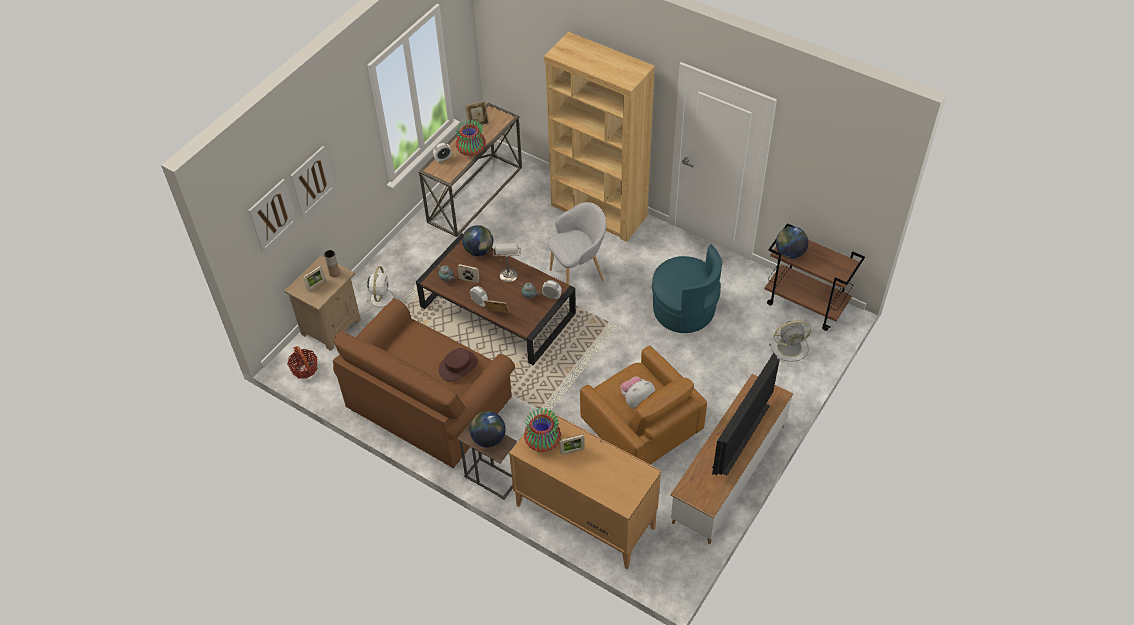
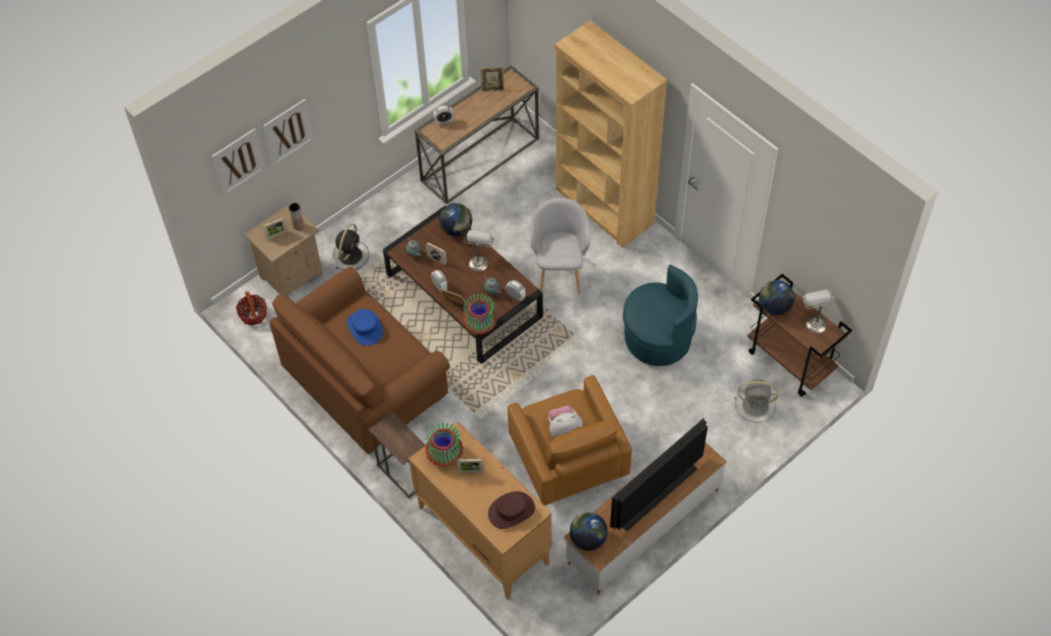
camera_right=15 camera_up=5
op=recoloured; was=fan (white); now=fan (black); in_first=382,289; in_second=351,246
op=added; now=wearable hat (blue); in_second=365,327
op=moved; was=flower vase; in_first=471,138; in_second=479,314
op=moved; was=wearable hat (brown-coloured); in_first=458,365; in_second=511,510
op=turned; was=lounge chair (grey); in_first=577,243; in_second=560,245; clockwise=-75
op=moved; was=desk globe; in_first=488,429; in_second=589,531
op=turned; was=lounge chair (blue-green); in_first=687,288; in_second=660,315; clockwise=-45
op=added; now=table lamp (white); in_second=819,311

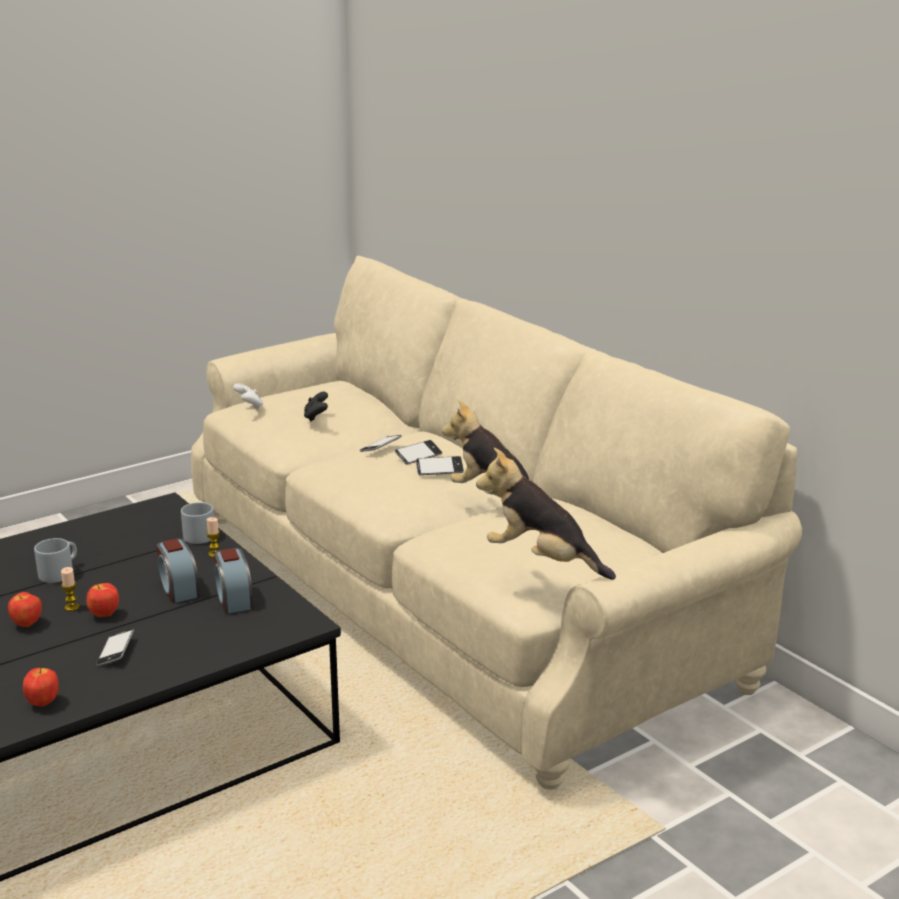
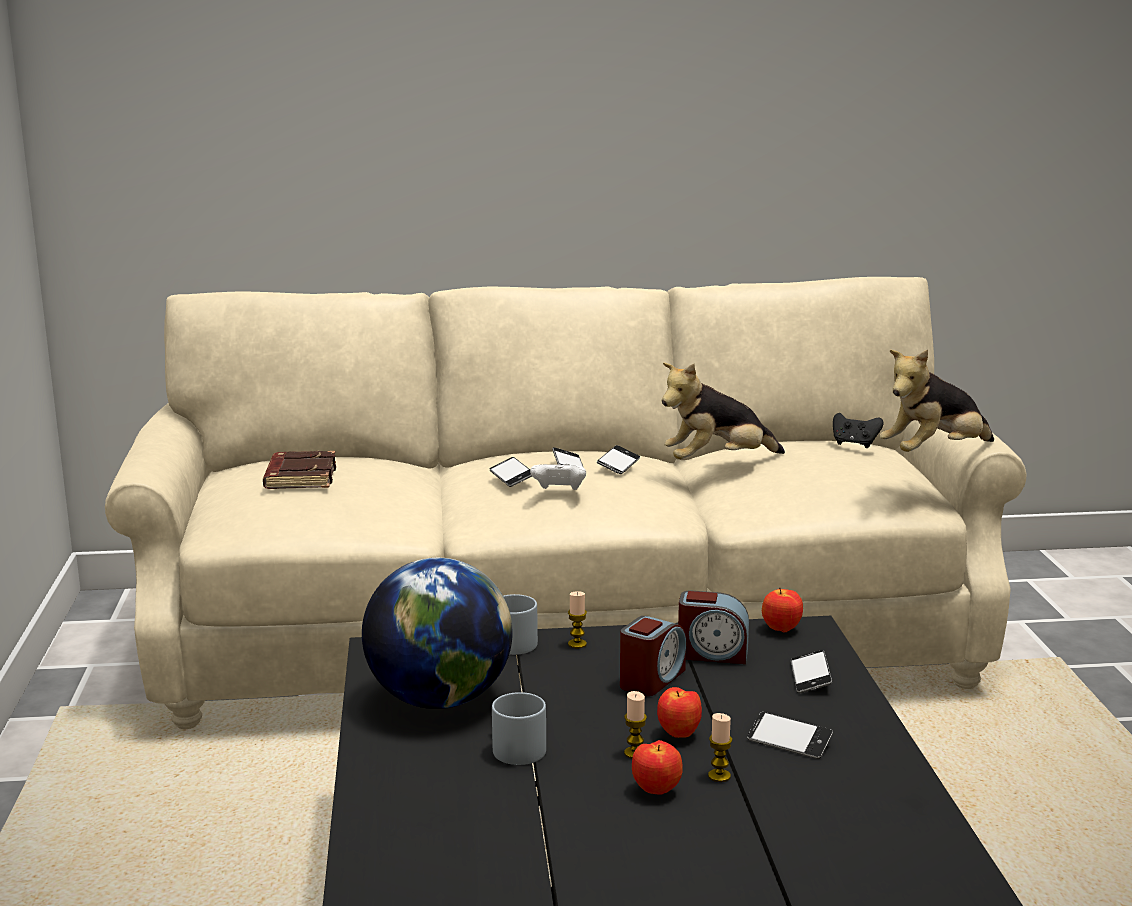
camera_right=-60 camera_up=-5
op=added; now=book (brown-coloured); in_second=299,470
op=added; now=desk globe; in_second=437,633
op=moved; was=game controller (white); in_first=248,396; in_second=558,476
op=turned; was=bedside clock; in_first=178,571; in_second=653,656; clockwise=-60
op=added; now=candle; in_second=720,747
op=moved; was=apple fruit; in_first=41,687; in_second=782,610
op=added; now=telephone; in_second=811,671
op=moved; was=game controller (black); in_first=316,406; in_second=858,430

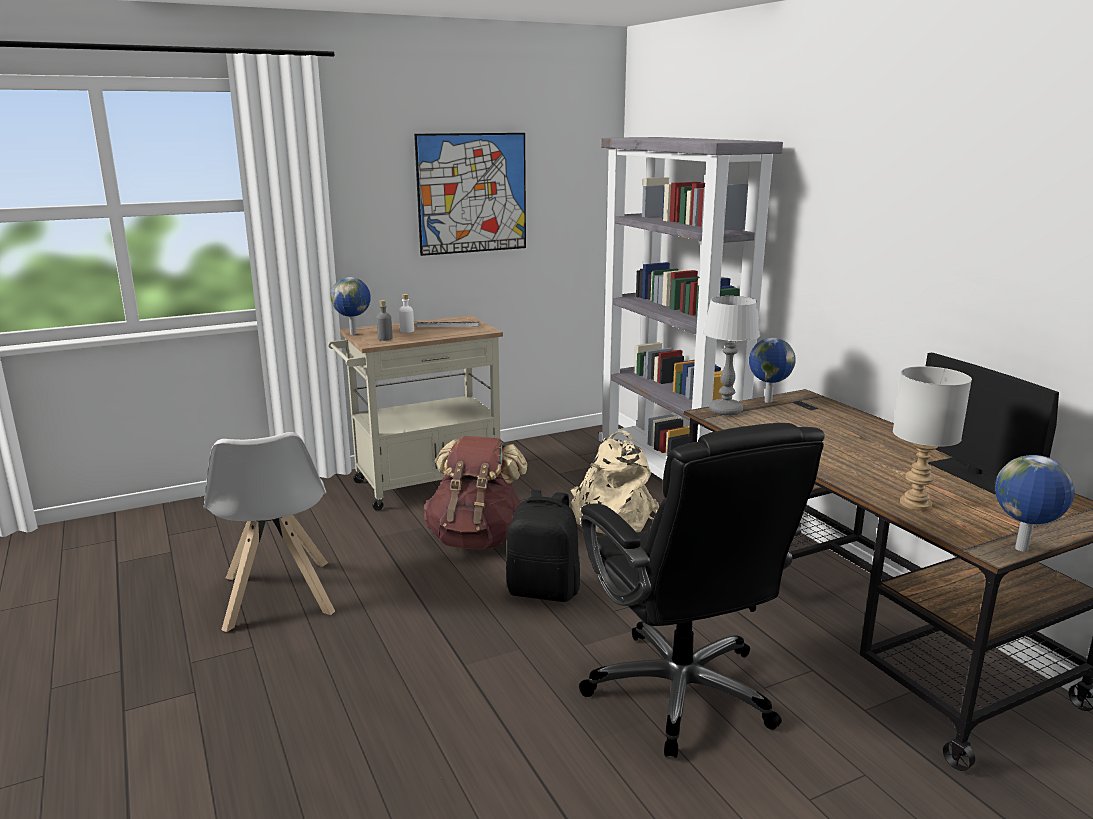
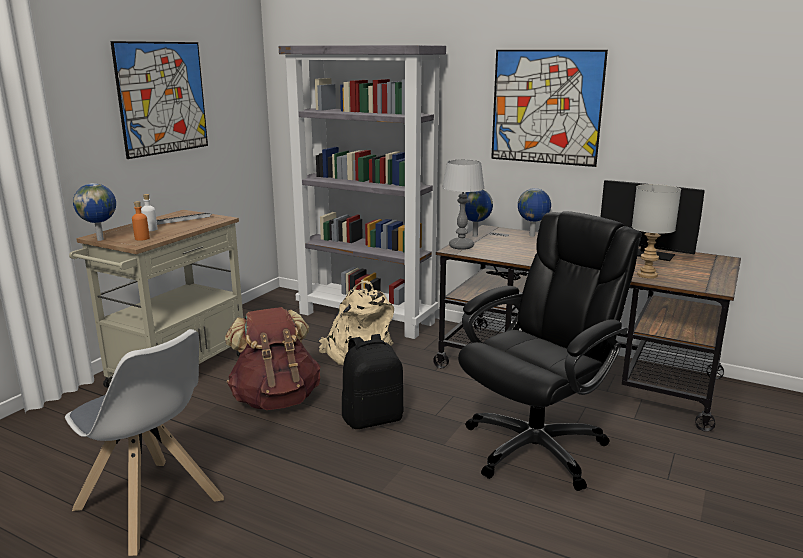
camera_right=-35 camera_up=0
op=recoloured; was=bottle (grey); now=bottle (orangey); in_first=384,320; in_second=141,221
op=turned; was=desk chair (black); in_first=702,590; in_second=550,351; clockwise=-75
op=added; now=picture; in_second=549,108
op=moved; was=desk globe; in_first=1035,503; in_second=534,212

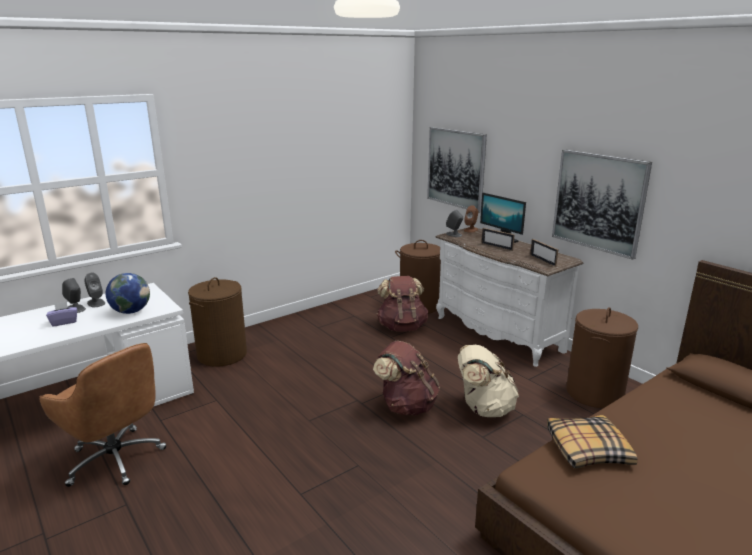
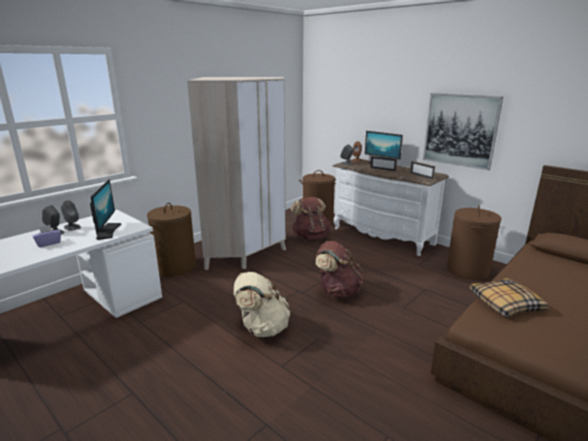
camera_right=-10 camera_up=0
op=replaced; was=desk globe; now=computer display; in_first=128,293; in_second=105,209
op=added; now=armoire (sand-coloured); in_second=236,173
op=moved; was=rucksack (sand-coloured); in_first=488,381; in_second=262,304
op=removed; was=desk chair (brown-coloured); in_first=102,415
op=removed; was=picture; in_first=457,170

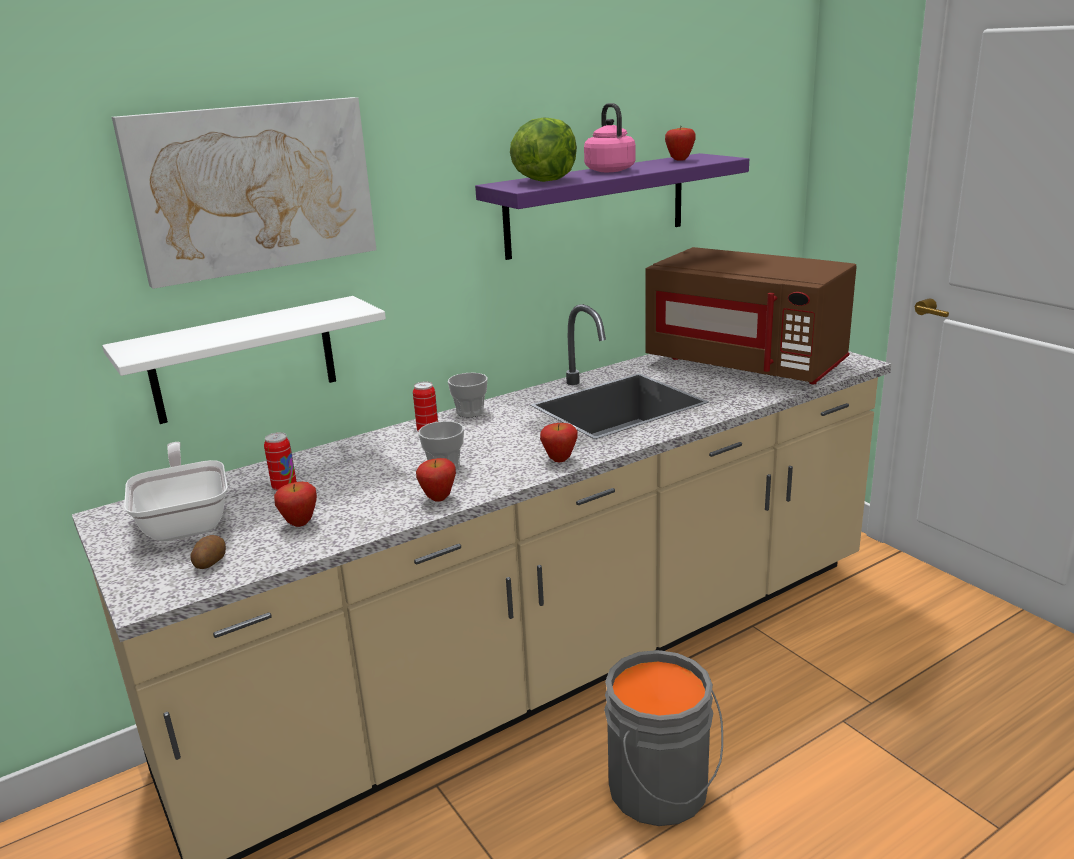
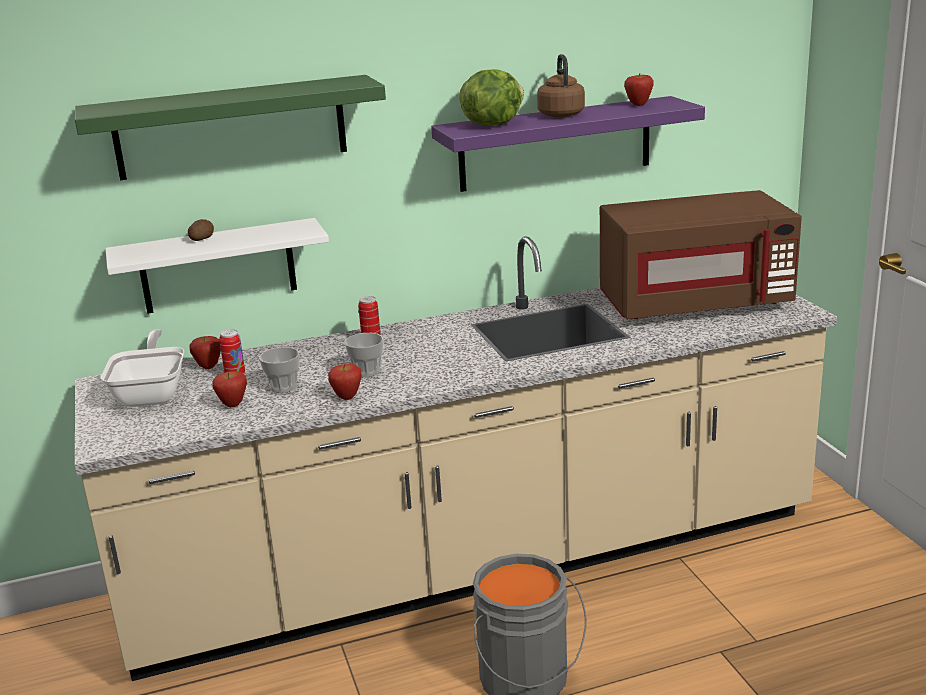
camera_right=15 camera_up=0
op=replaced; was=picture; now=bracket shelf (greenish); in_first=244,193; in_second=230,127
op=moved; was=potato; in_first=208,552; in_second=201,230
op=moved; was=apple fruit; in_first=559,442; in_second=205,352
op=moved; was=small cup; in_first=468,395; in_second=279,370
op=recoloured; was=tea kettle (pinkish); now=tea kettle (brown-coloured); in_first=609,137; in_second=561,86
op=turned; was=microwave (brown-coloured); in_first=751,315; in_second=701,254; clockwise=-60

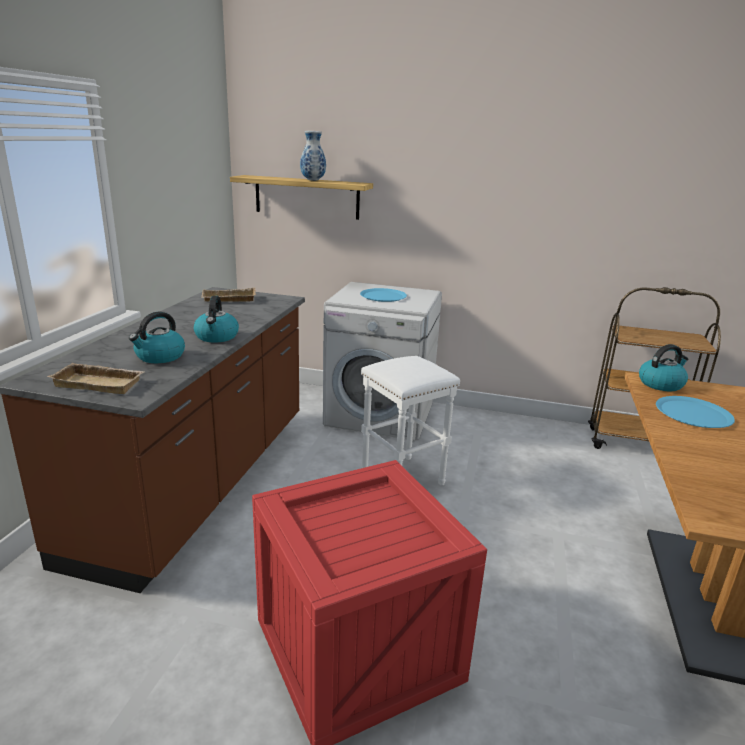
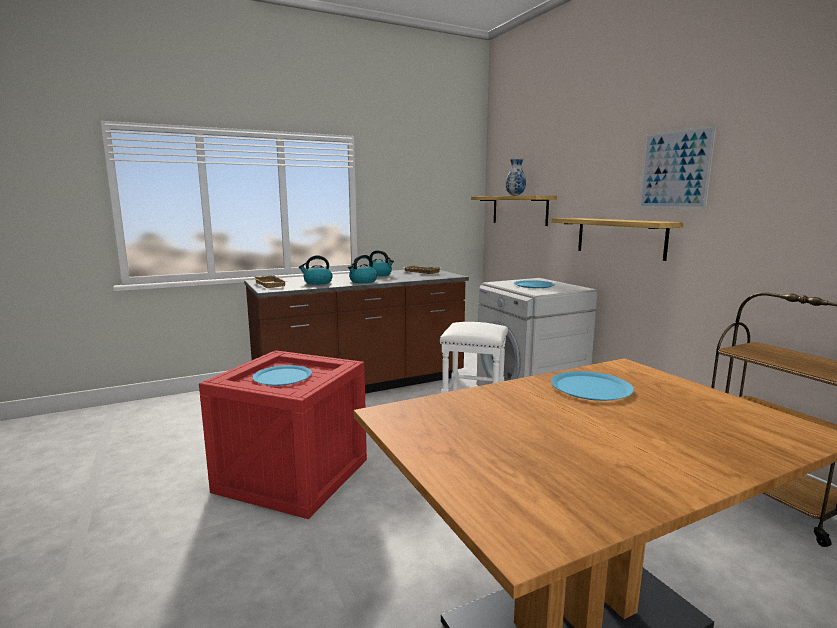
camera_right=50 camera_up=-10
op=added; now=dinner plate (blue); in_second=282,375
op=moved; was=tea kettle; in_first=664,367; in_second=381,263
op=added; now=bracket shelf; in_second=617,239
op=added; now=picture; in_second=677,167

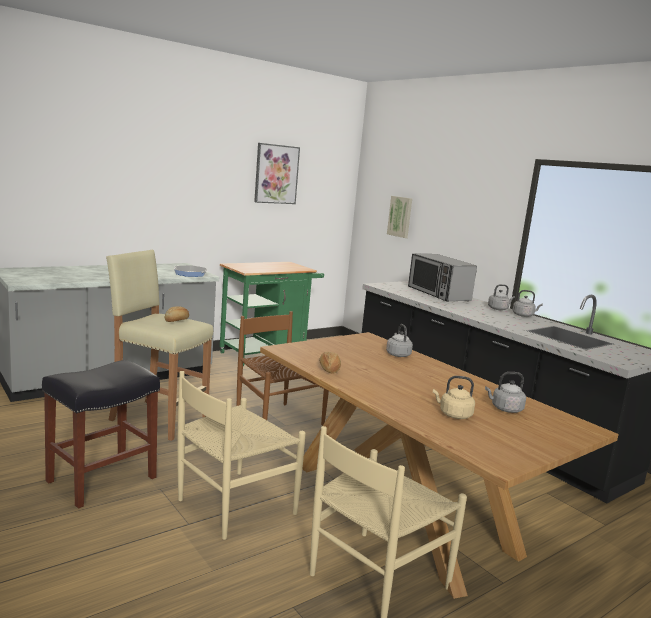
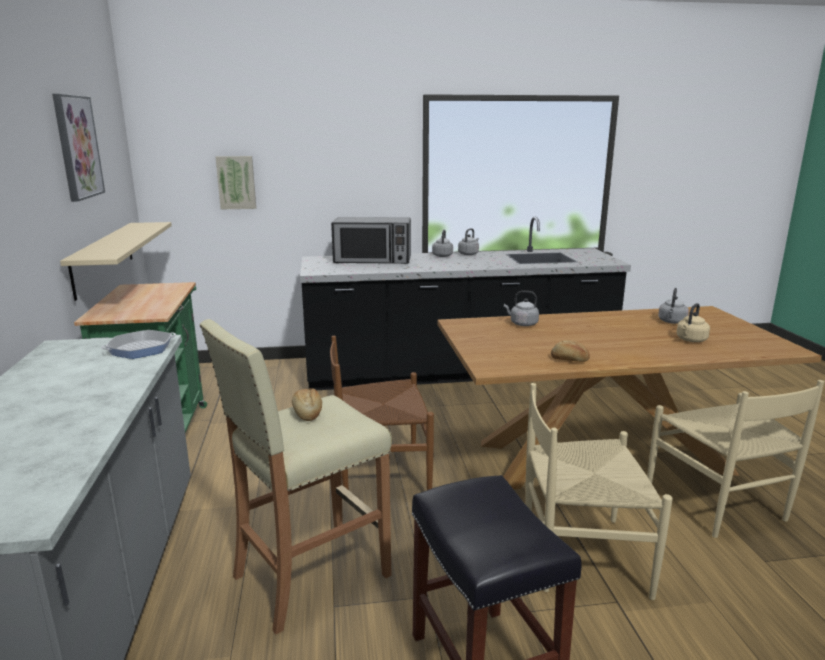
camera_right=-60 camera_up=5
op=added; now=bracket shelf (sand-coloured); in_second=116,261
op=turned; was=upright chair (sand-coloured); in_first=241,455; in_second=599,491; clockwise=105

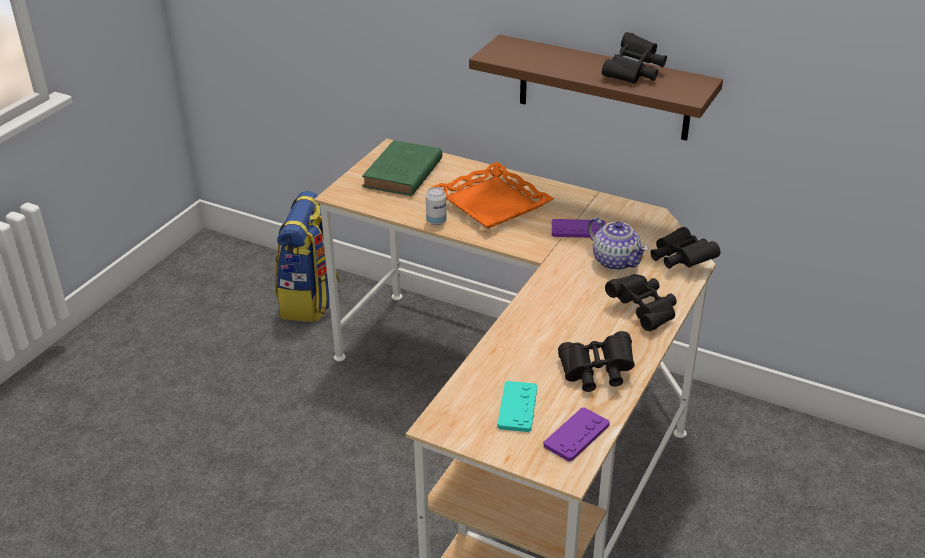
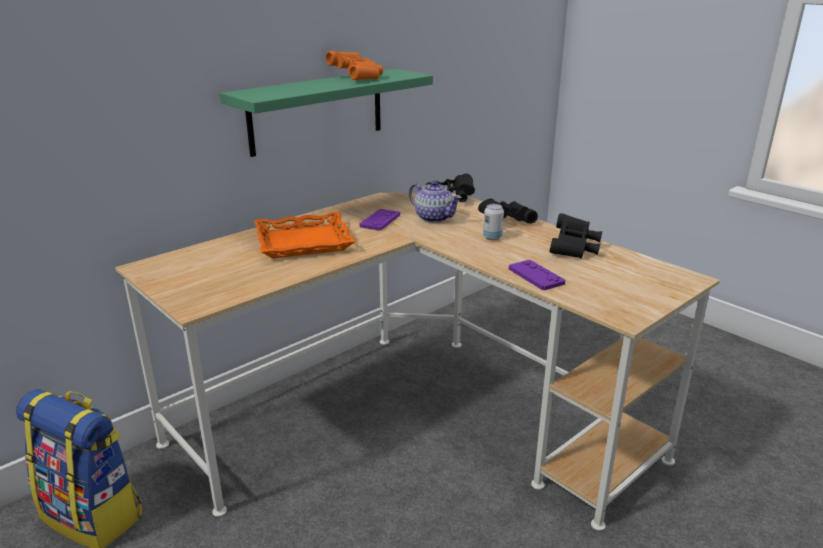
camera_right=-70 camera_up=-10
op=recoloured; was=bracket shelf (brown-coloured); now=bracket shelf (greenish); in_first=596,88; in_second=326,113
op=recoloured; was=pair of binoculars (black); now=pair of binoculars (orangey); in_first=634,58; in_second=354,65
op=turned; was=tea pot; in_first=618,244; in_second=435,202; clockwise=60
op=moved; was=can; in_first=436,206; in_second=493,222
op=moved; was=game controller (purplish); in_first=576,434; in_second=537,275
op=removed; was=book (greenish); in_first=402,168
op=removed; was=game controller (blue-green); in_first=517,406

